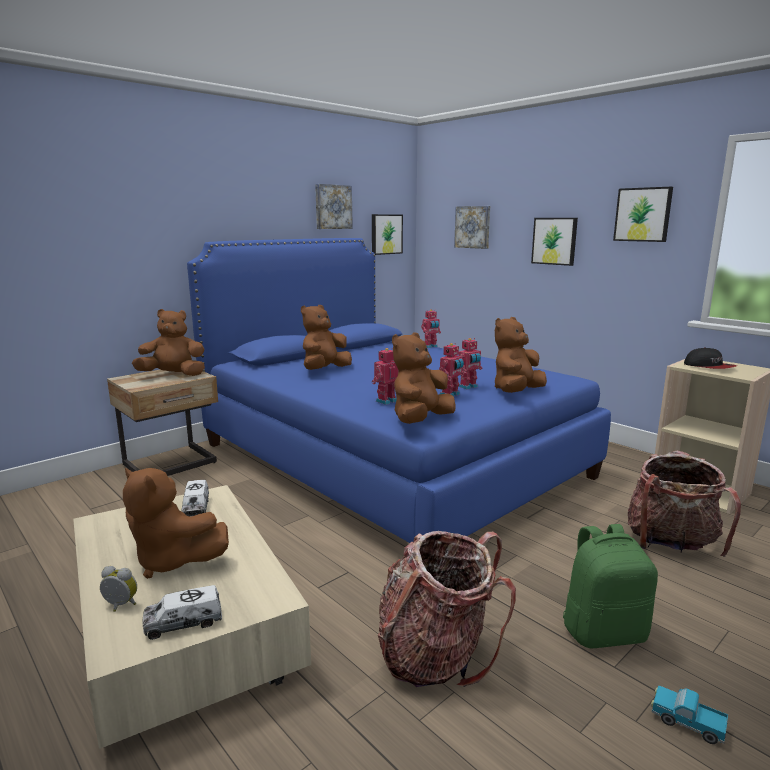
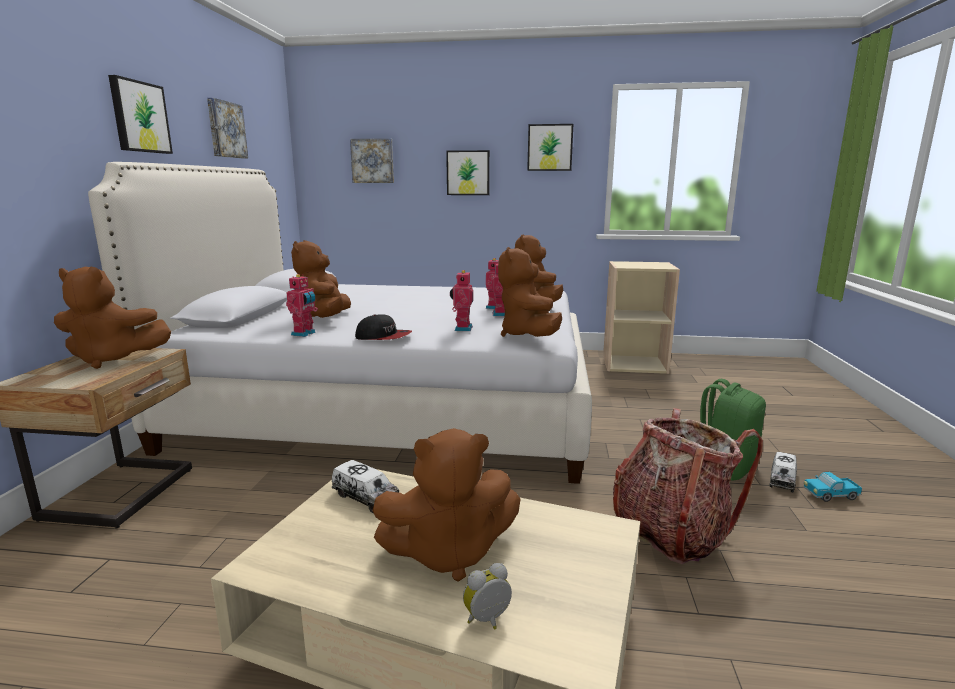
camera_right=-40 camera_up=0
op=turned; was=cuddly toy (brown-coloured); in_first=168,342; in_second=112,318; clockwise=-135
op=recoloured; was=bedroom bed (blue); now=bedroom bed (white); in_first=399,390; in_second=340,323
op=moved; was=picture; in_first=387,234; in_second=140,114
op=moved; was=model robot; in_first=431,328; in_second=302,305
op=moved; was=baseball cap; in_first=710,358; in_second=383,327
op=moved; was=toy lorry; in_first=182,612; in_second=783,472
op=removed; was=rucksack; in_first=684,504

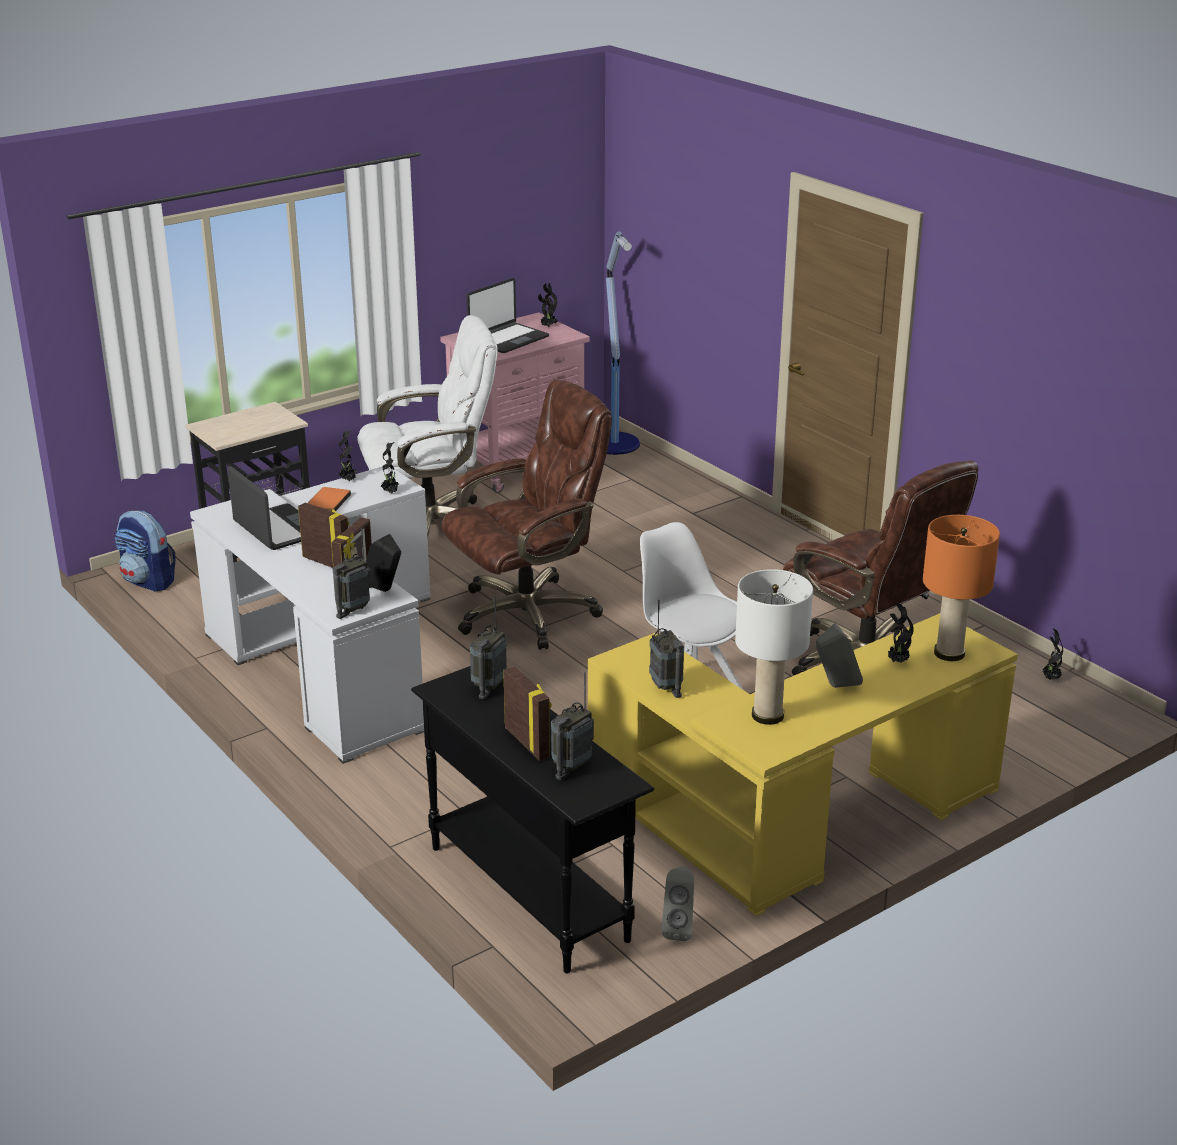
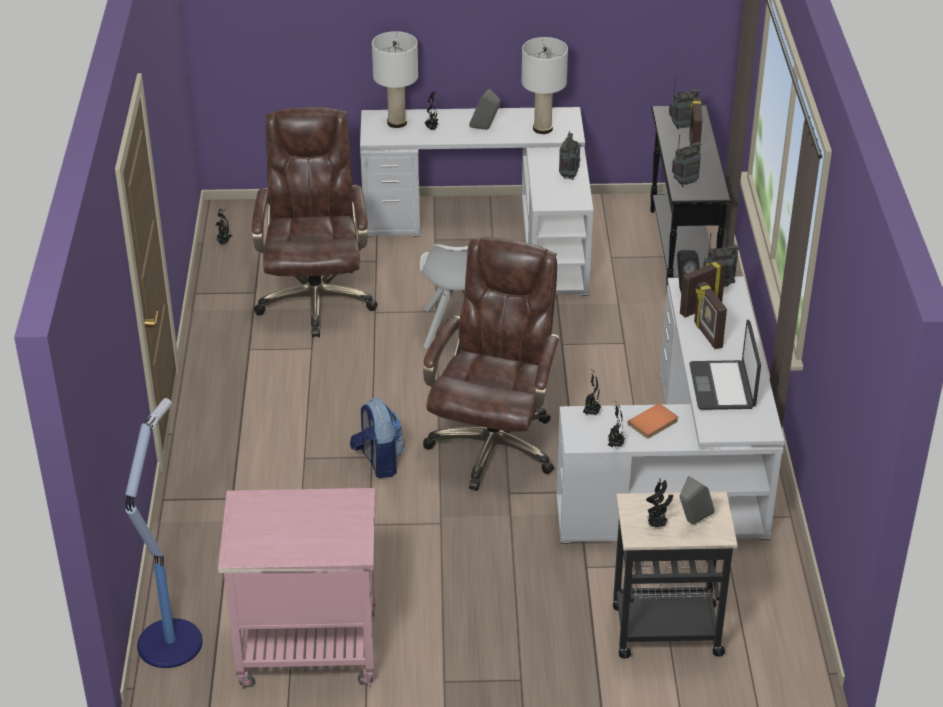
camera_right=-145 camera_up=10
op=moved; was=rucksack; in_first=145,551; in_second=377,438
op=recoloured; was=desk unit (yellow); now=desk unit (white); in_first=803,764; in_second=477,201
op=recoloured; was=table lamp (orangey); now=table lamp (white); in_first=961,588; in_second=395,79
op=turned; was=desk chair (brown-coloured); in_first=527,515; in_second=491,364; clockwise=105
op=moved; was=houseplant; in_first=548,305; in_second=659,503
op=moved; was=loudspeaker (grey); in_first=677,904; in_second=697,500
op=removed; was=desk chair (white); in_first=427,427
op=removed; was=notebook computer; in_first=508,315

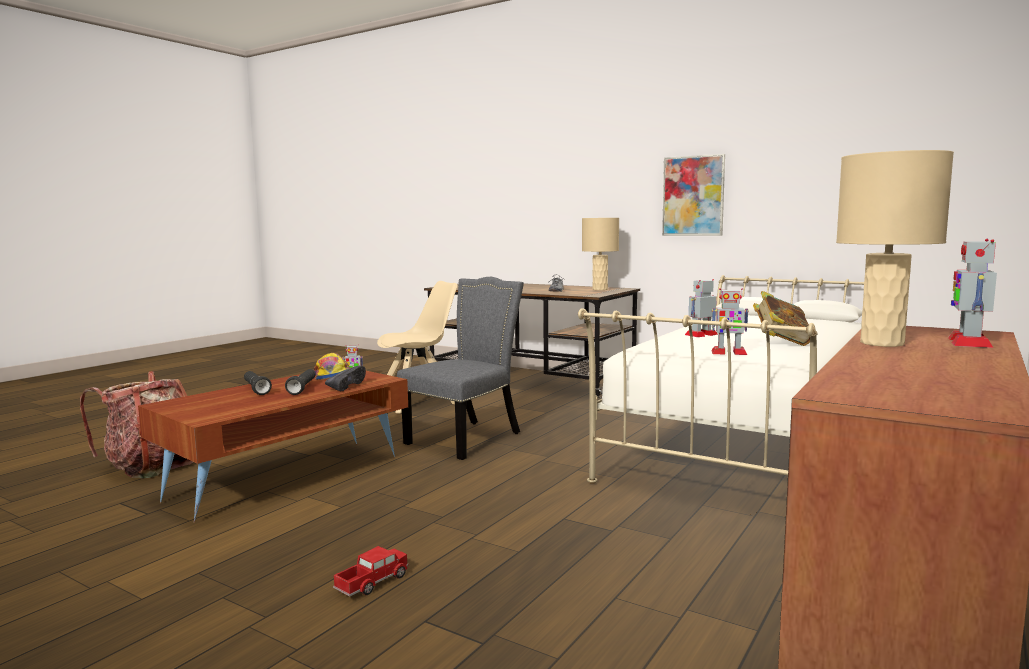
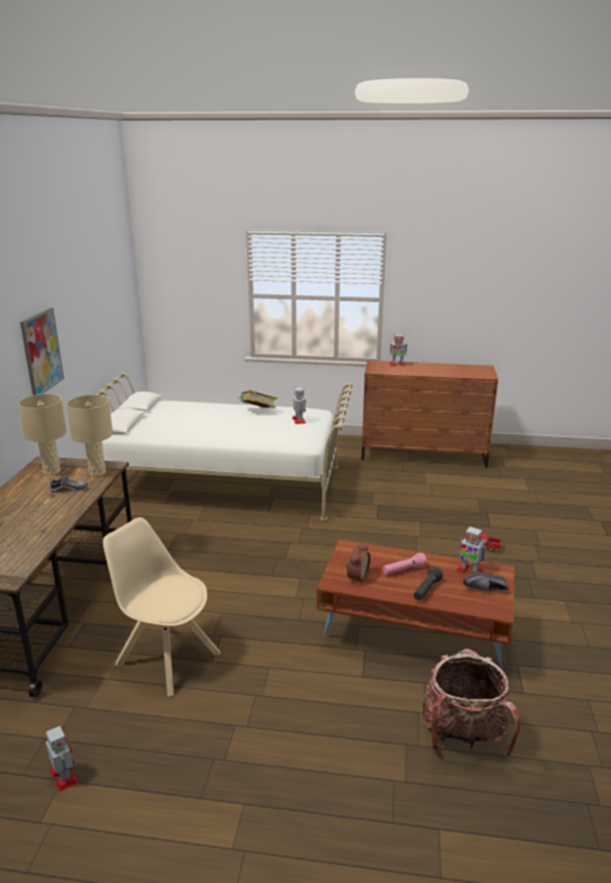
camera_right=-115 camera_up=15
op=moved; was=table lamp (sand-coloured); in_first=895,248; in_second=89,435
op=replaced; was=baseball cap; now=bedside clock; in_first=332,366; in_second=358,563
op=recoloured; was=flashlight (black); now=flashlight (pinkish); in_first=300,382; in_second=405,564
op=moved; was=model robot; in_first=701,308; in_second=470,550
op=moved; was=item of footwear (black); in_first=345,379; in_second=485,581
op=removed; was=upright chair (grey); in_first=460,368

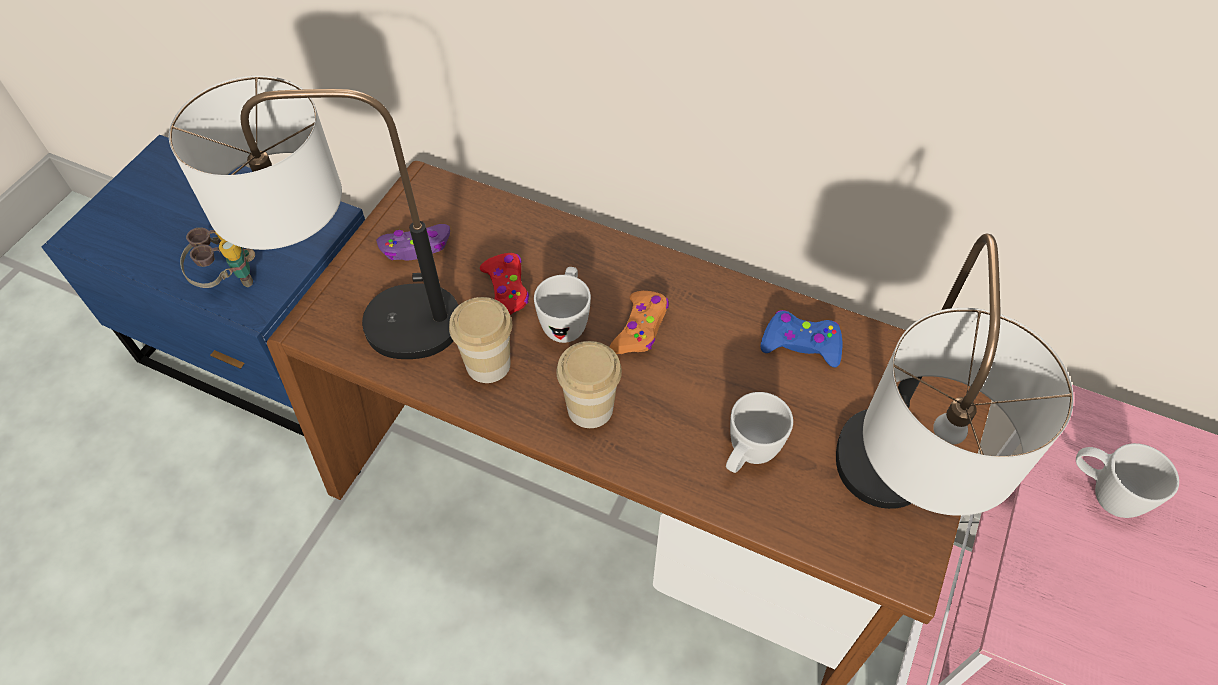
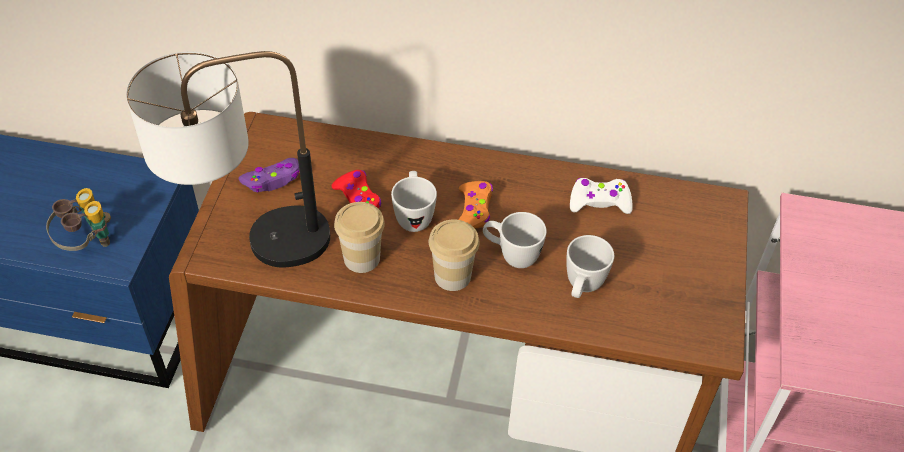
camera_right=-15 camera_up=-5
op=moved; was=coffee mug (white); in_first=1127,480; in_second=515,240
op=recoloured; was=game controller (blue); now=game controller (white); in_first=801,338; in_second=601,196
op=removed; was=table lamp; in_first=955,374

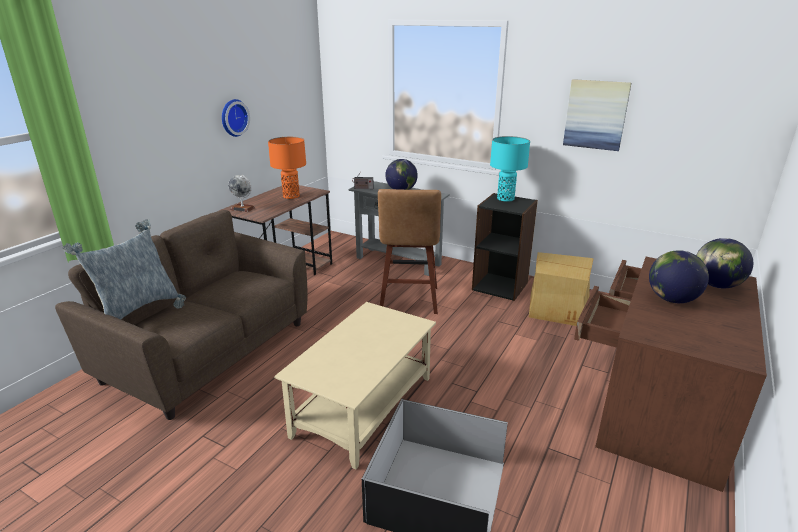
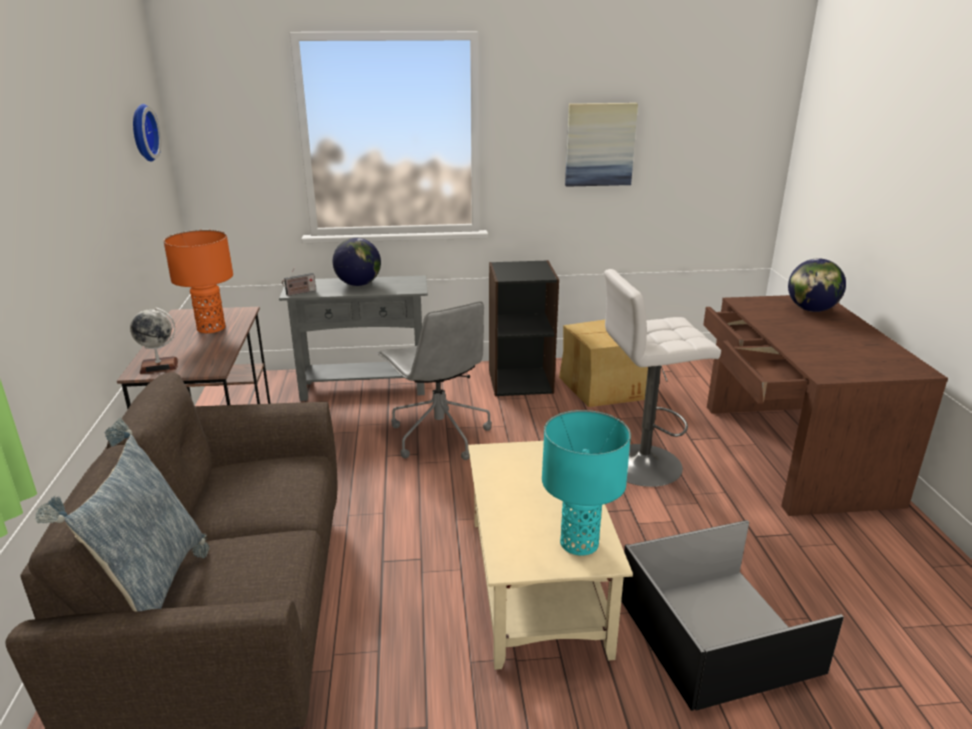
camera_right=-35 camera_up=0
op=moved; was=hanging clock; in_first=236,118; in_second=147,133
op=replaced; was=stool (brown-coloured); now=desk chair (grey); in_first=409,251; in_second=435,380
op=moved; was=table lamp (blue-green); in_first=510,169; in_second=586,483
op=added; now=stool (white); in_second=662,378
op=removed; was=desk globe; in_first=679,276

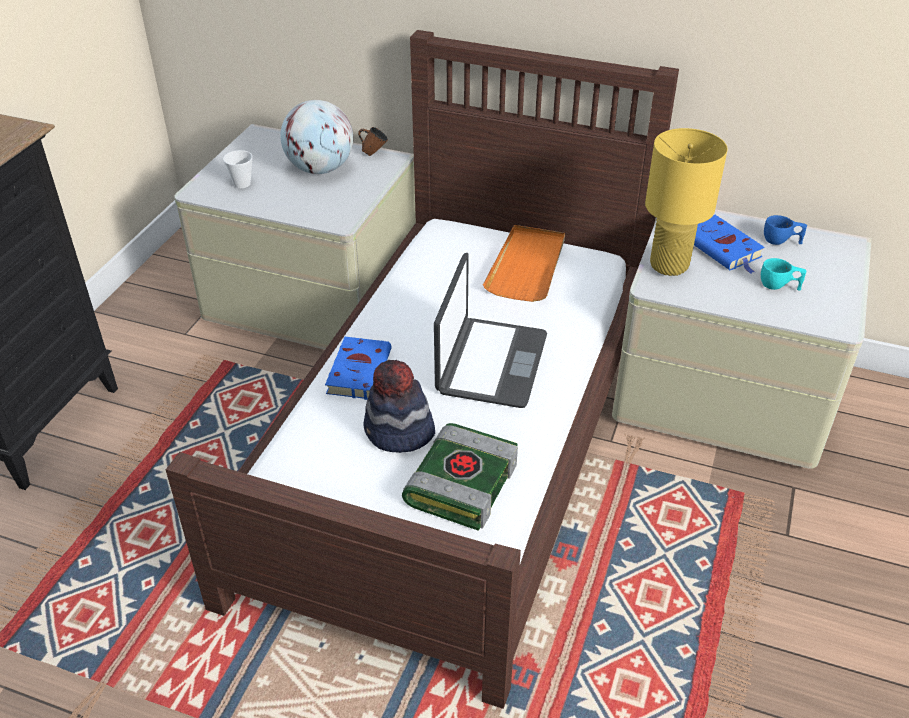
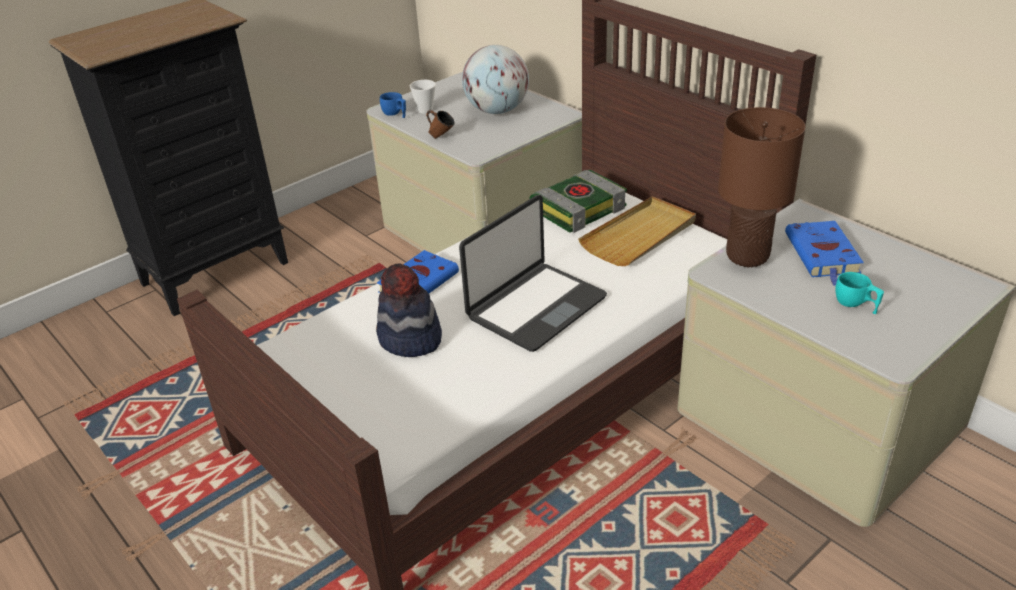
camera_right=30 camera_up=-5
op=moved; was=small cup (blue); in_first=785,230; in_second=393,105
op=moved; was=coffee mug (brown-coloured); in_first=373,141; in_second=440,124
op=moved; was=book; in_first=460,477; in_second=578,201
op=recoloured; was=serving tray (orangey); now=serving tray (sand-coloured); in_first=524,263; in_second=637,231
op=recoloured; was=table lamp (yellow); now=table lamp (brown-coloured); in_first=686,202; in_second=761,187

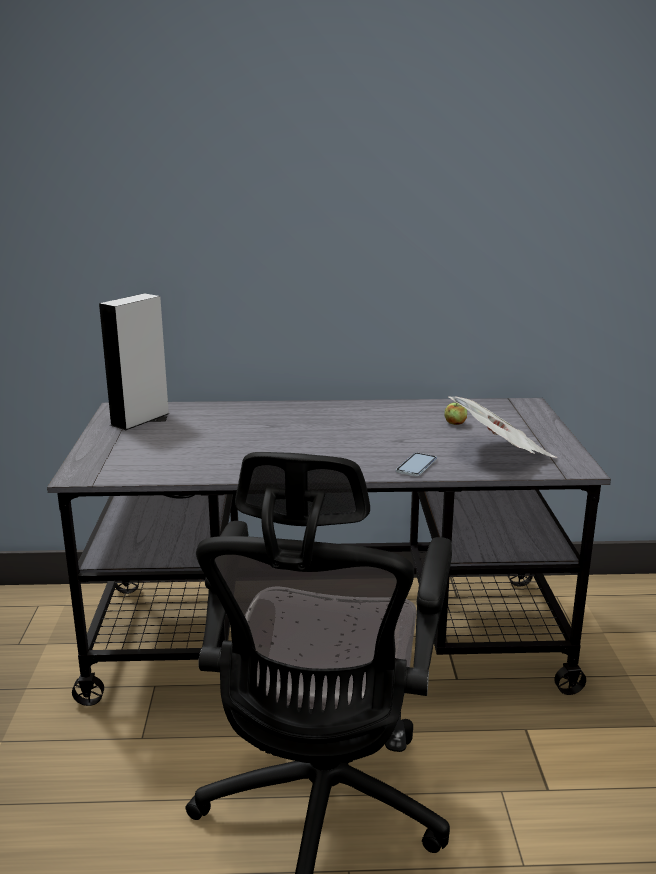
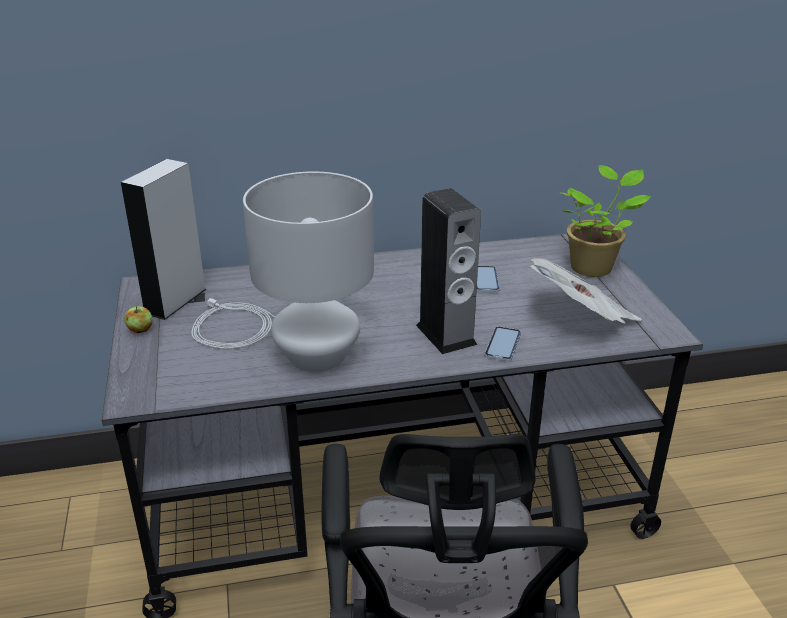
camera_right=-10 camera_up=10
op=moved; was=apple fruit; in_first=456,414; in_second=138,319
op=added; now=table lamp (white); in_second=282,271
op=added; now=loudspeaker; in_second=448,271
op=added; now=telephone; in_second=488,279
op=added; now=houseplant; in_second=606,221

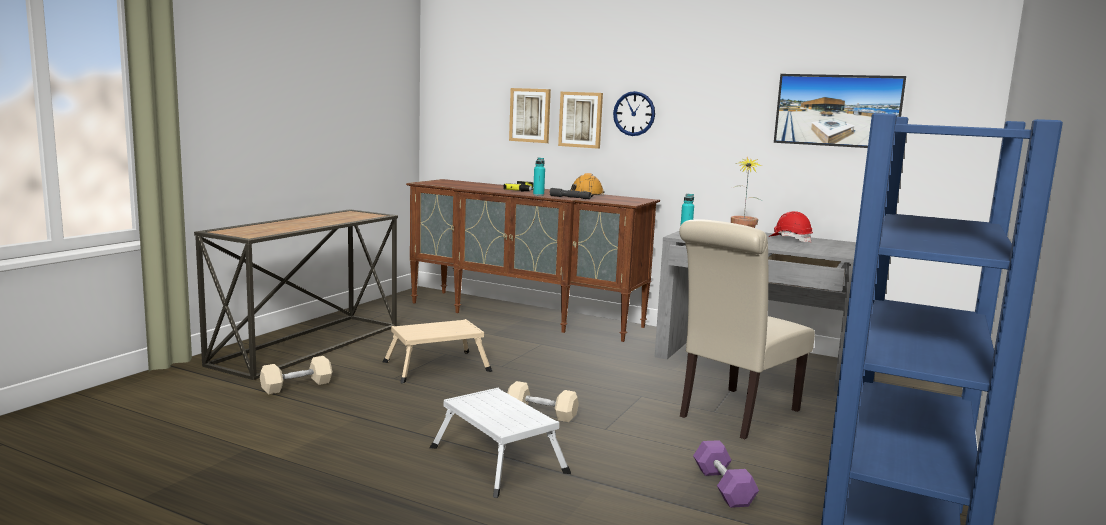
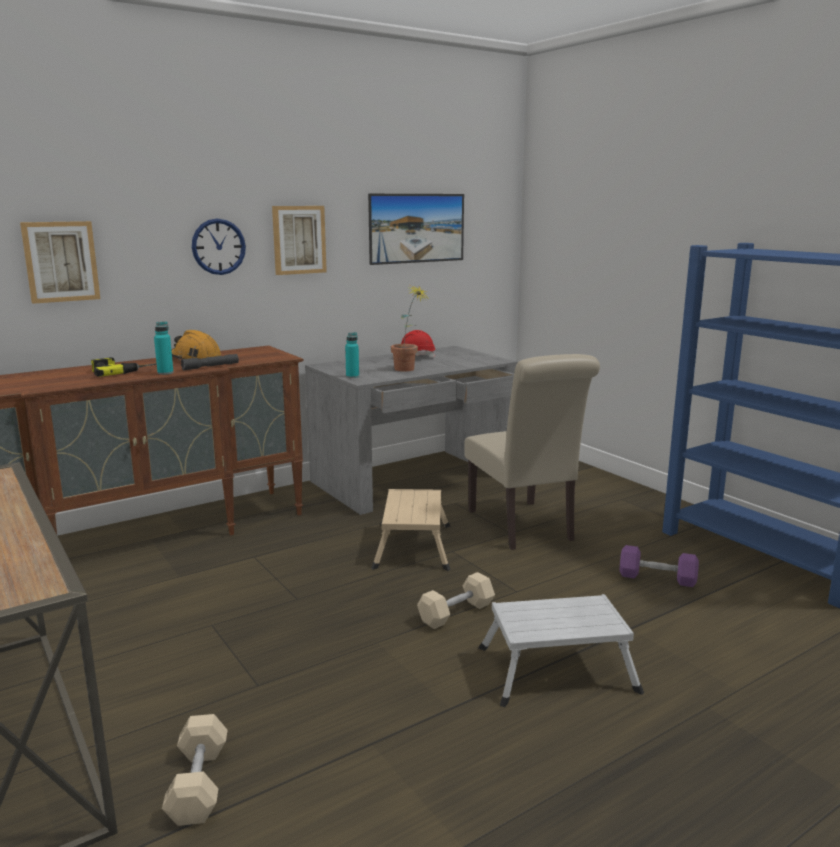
camera_right=-60 camera_up=5
op=moved; was=picture; in_first=580,120; in_second=299,240
op=moved; was=step ladder (sand-coloured); in_first=437,351; in_second=411,530

